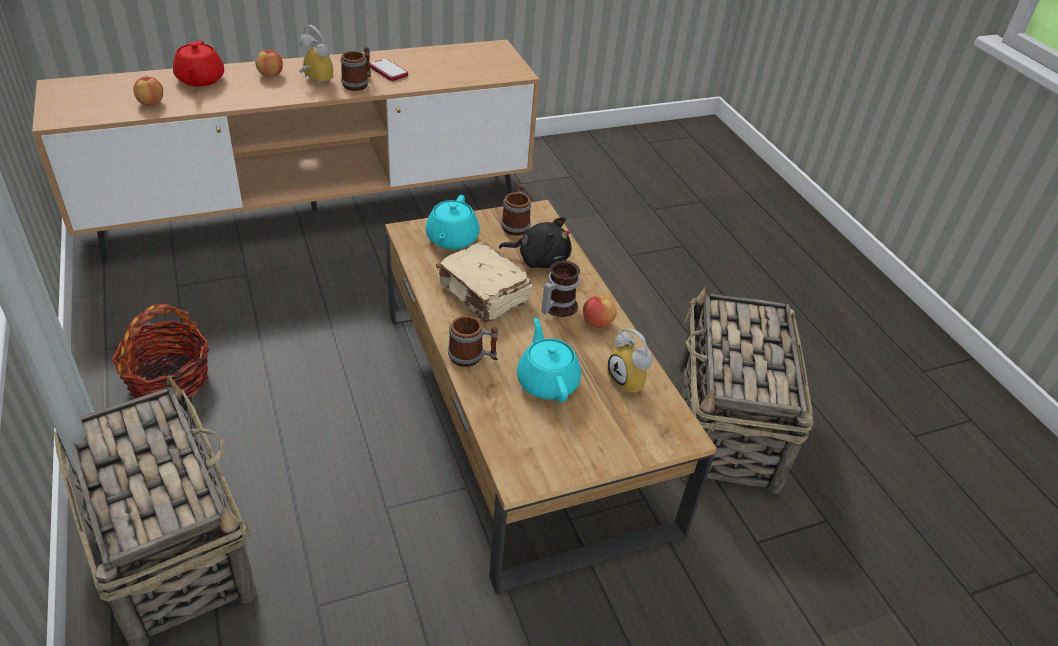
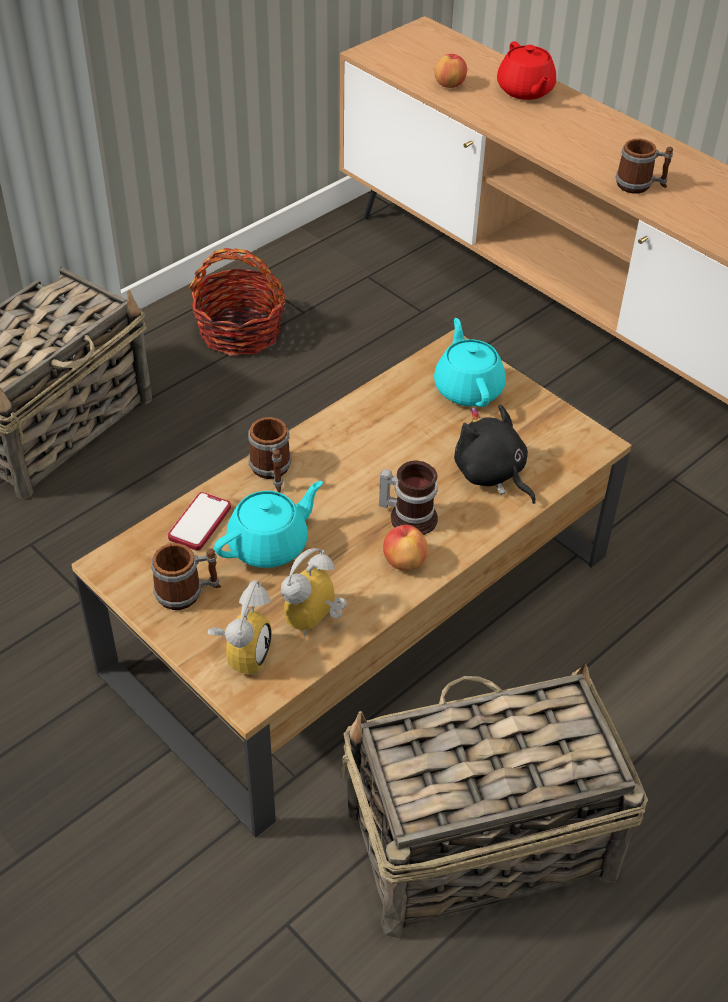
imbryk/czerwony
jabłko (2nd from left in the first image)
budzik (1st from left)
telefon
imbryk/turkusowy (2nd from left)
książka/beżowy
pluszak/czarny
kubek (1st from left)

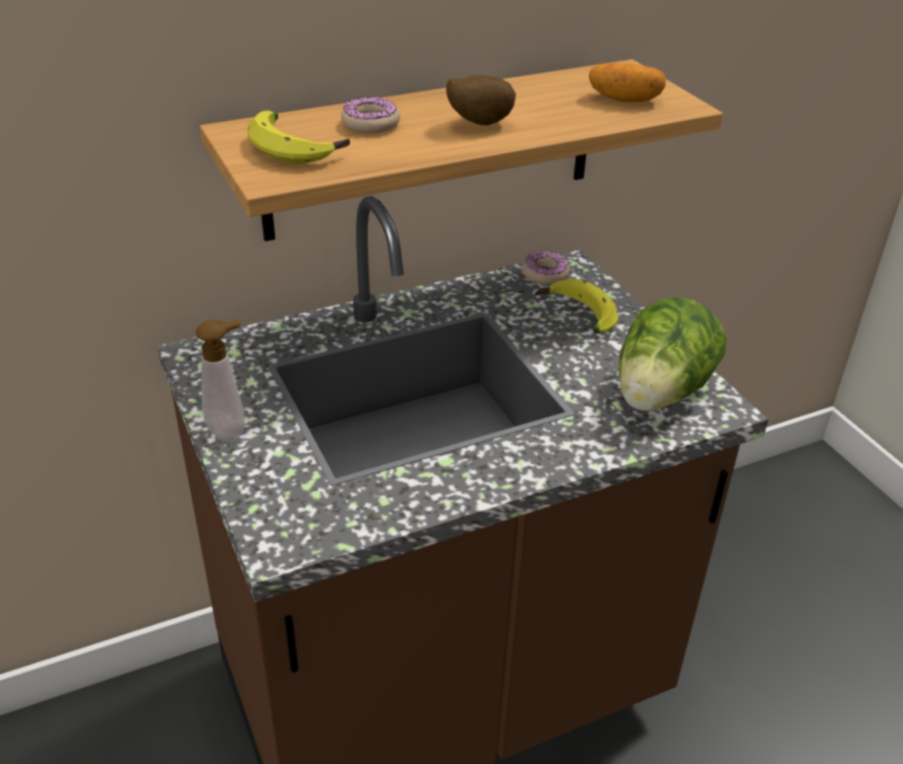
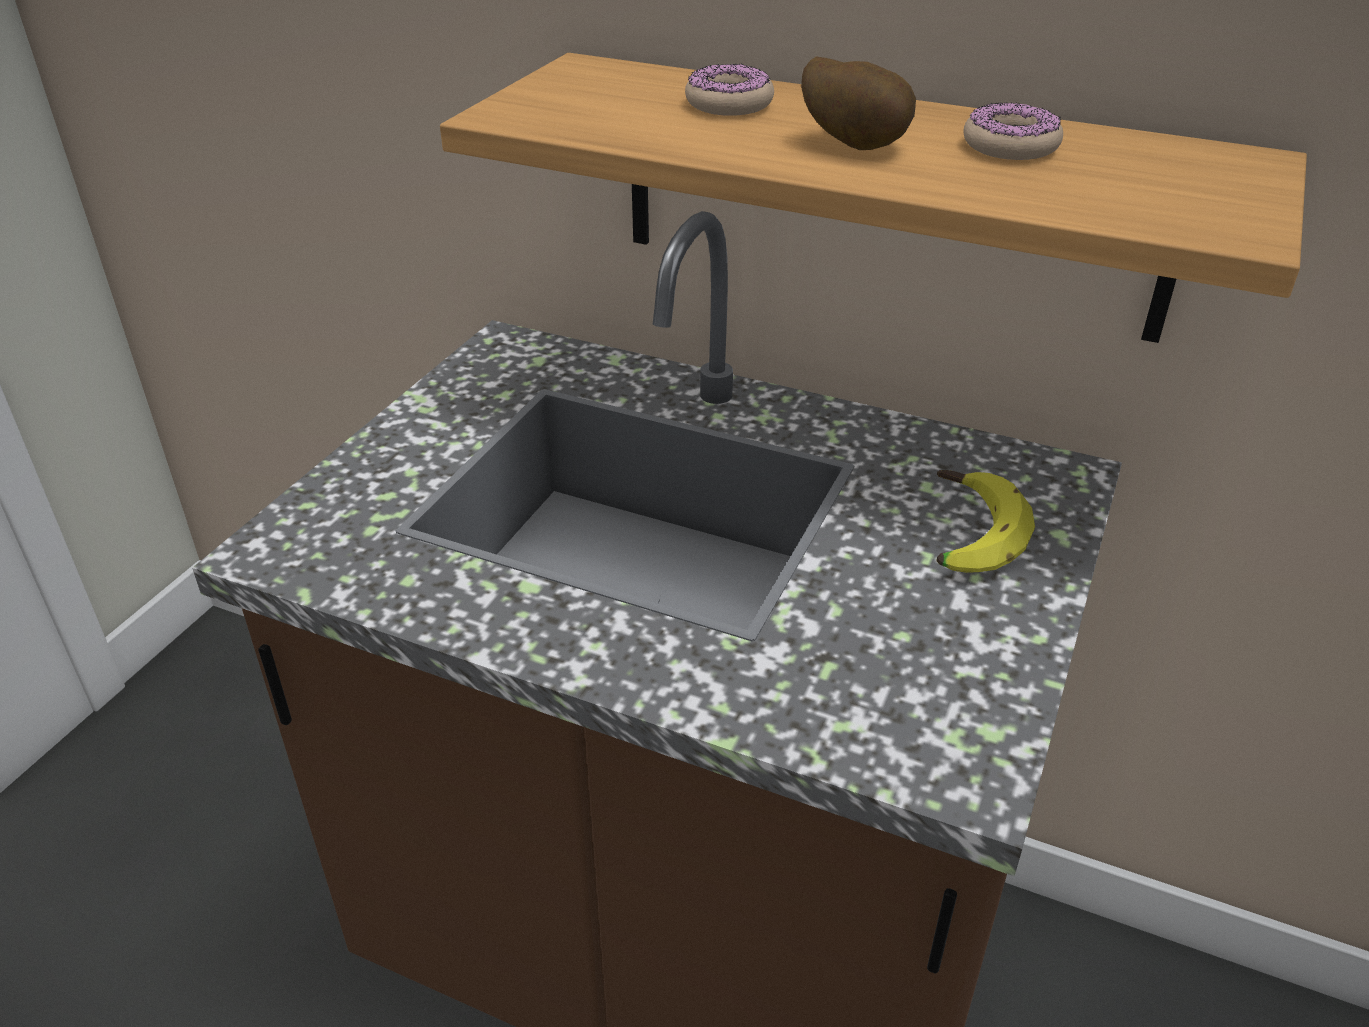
dozownik mydła
banan (1st from left in the first image)
donut (2nd from left)
ziemniak (2nd from left in the first image)
sałata

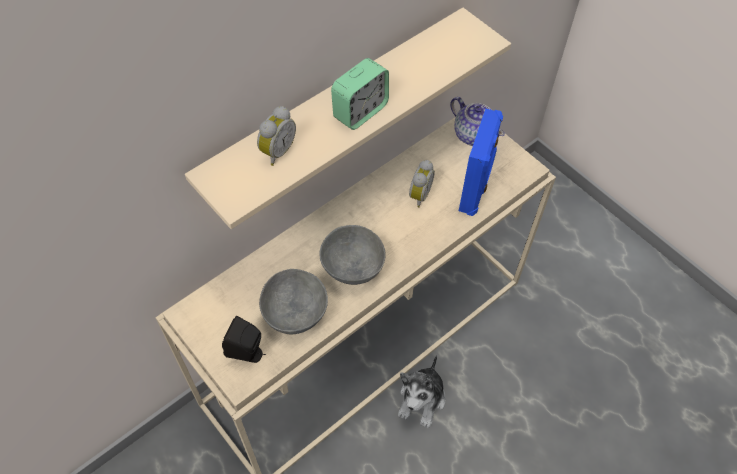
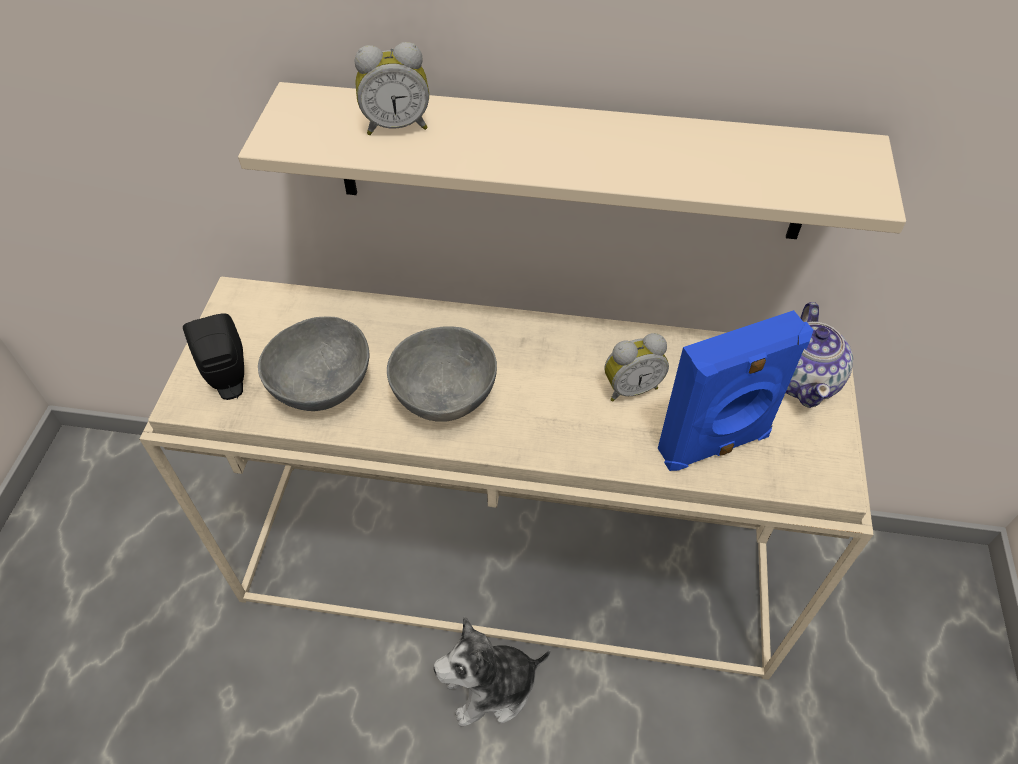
budzik (2nd from left in the first image)

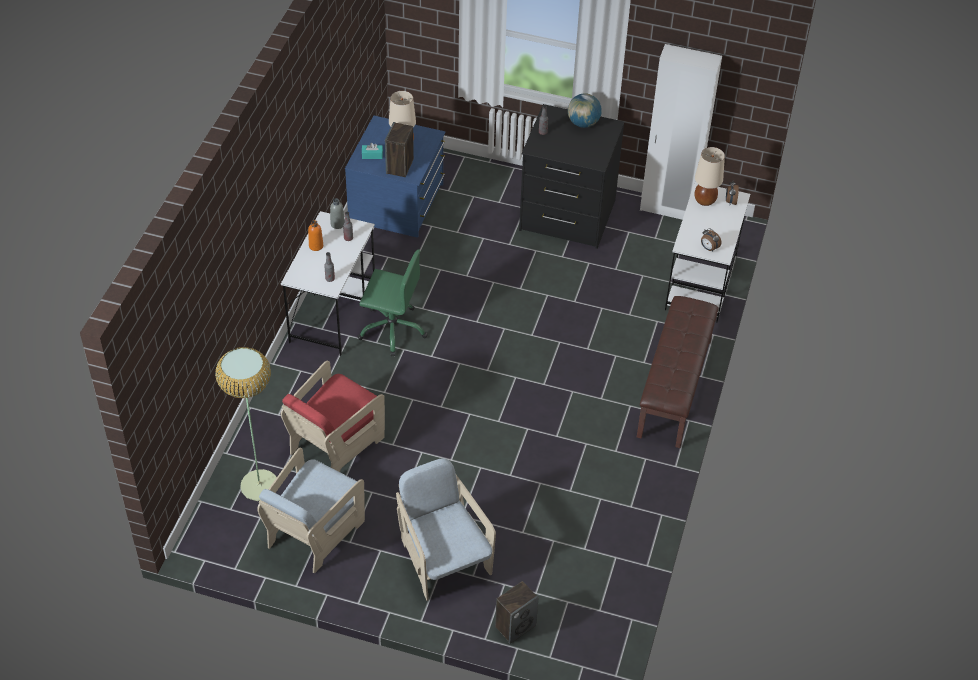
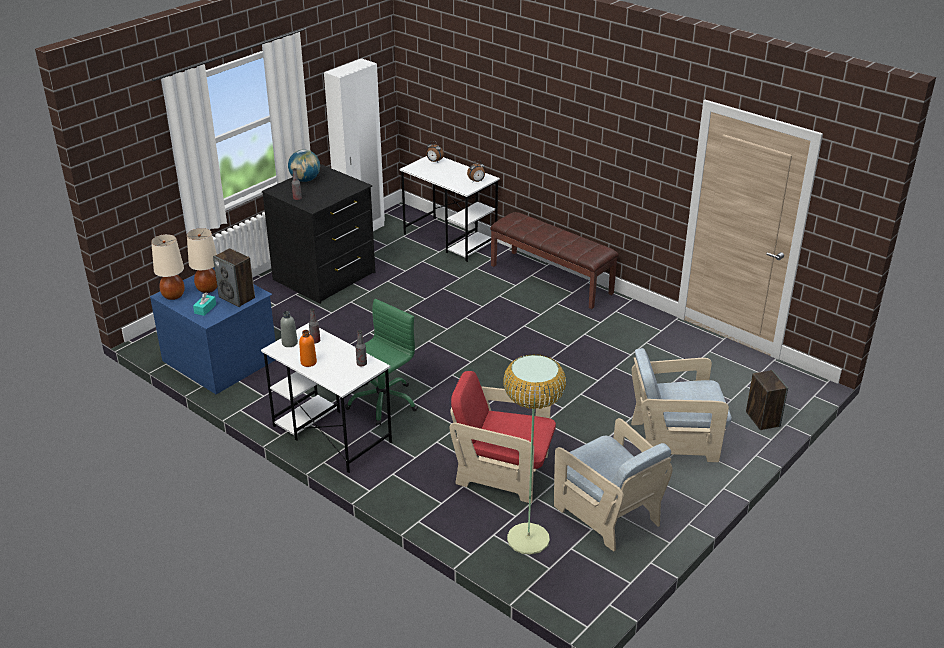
fotel/czerwony
lampa stołowa/beżowy (1st from left)

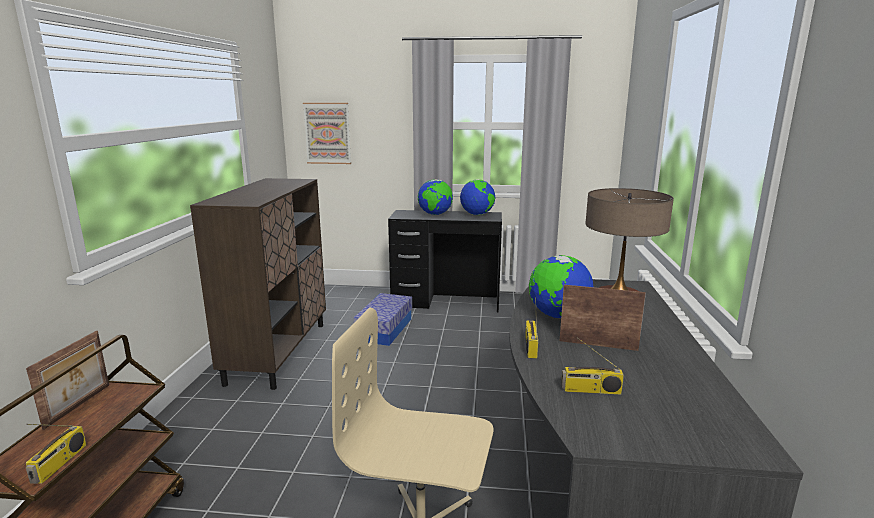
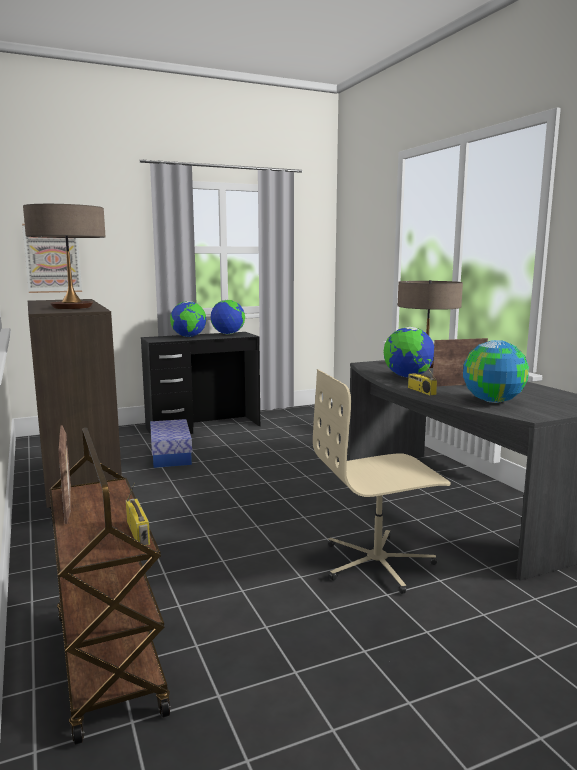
globus (4th from left)
lampa stołowa (1st from left)

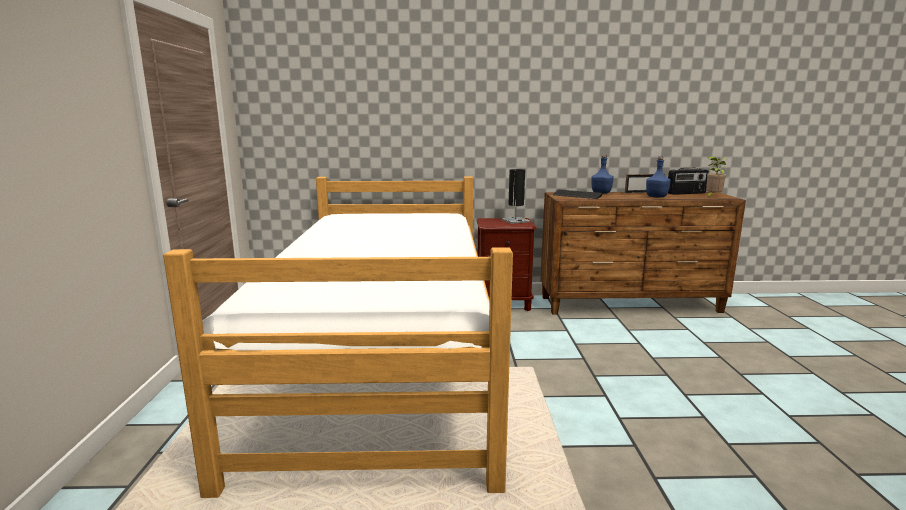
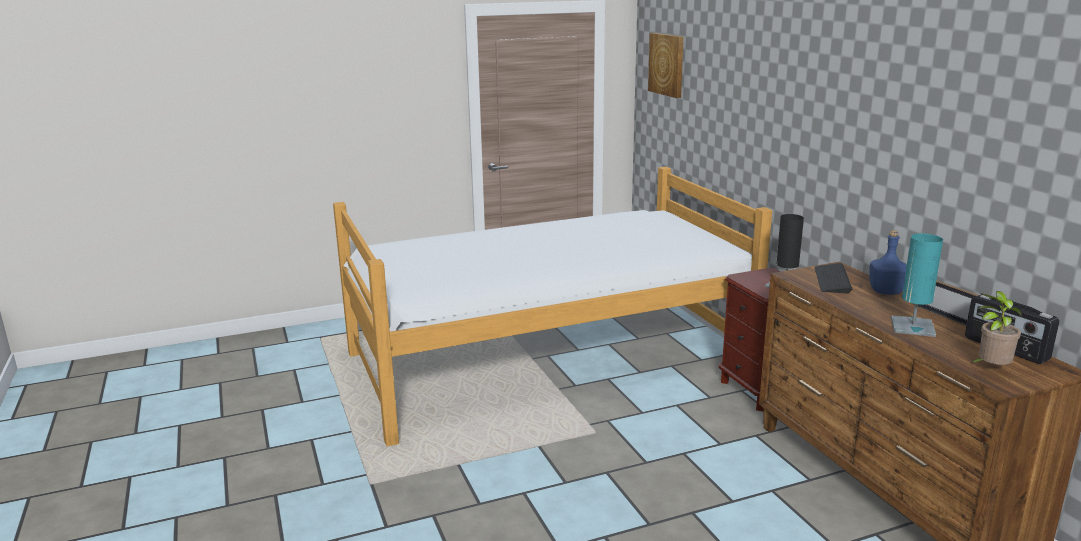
lampa stołowa/turkusowy
obraz

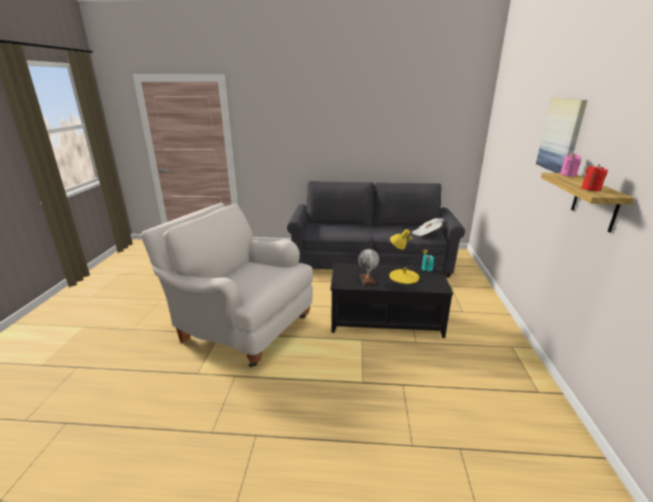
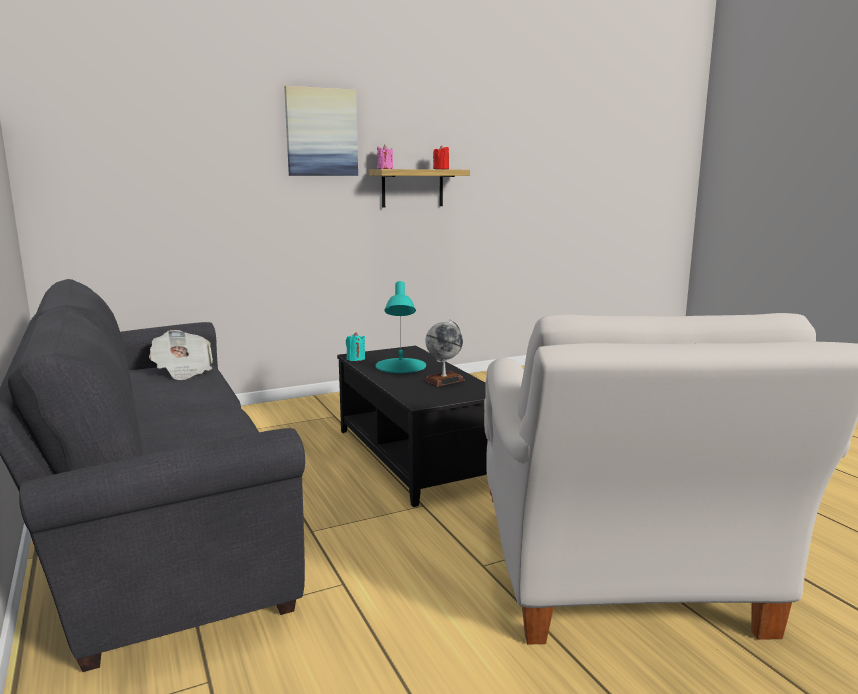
lampa stołowa/turkusowy

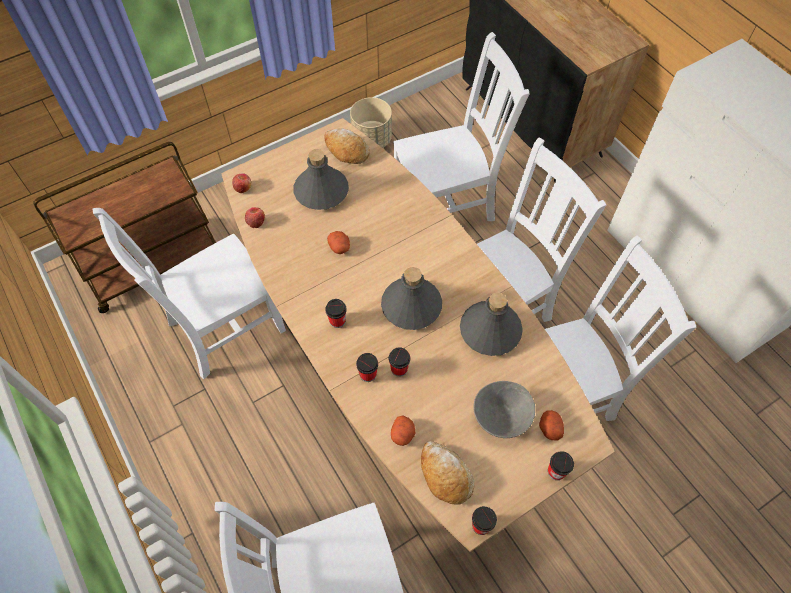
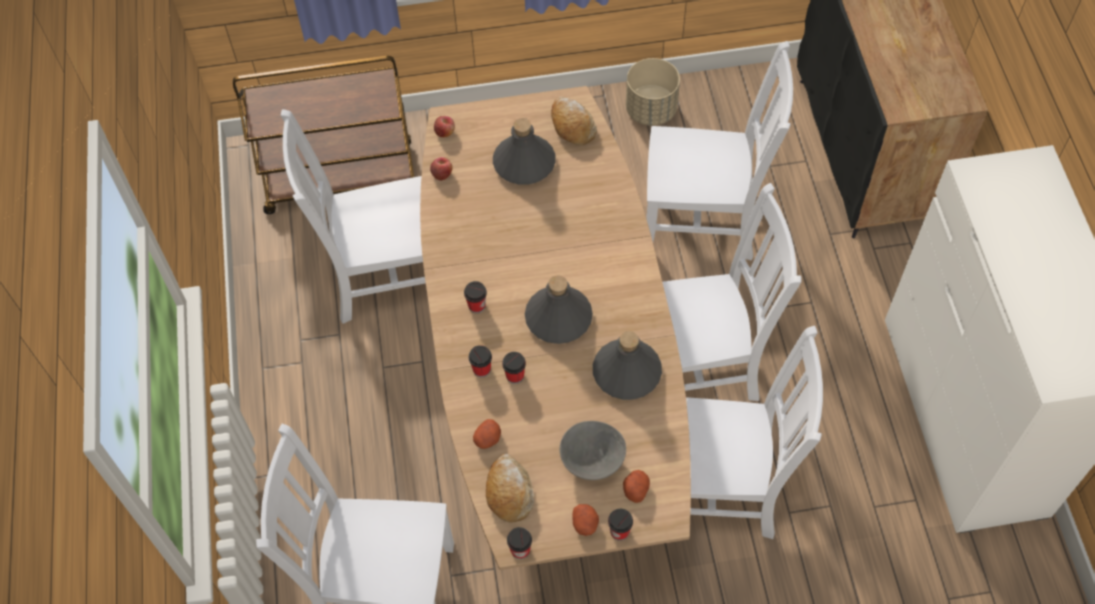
ziemniak (2nd from left)

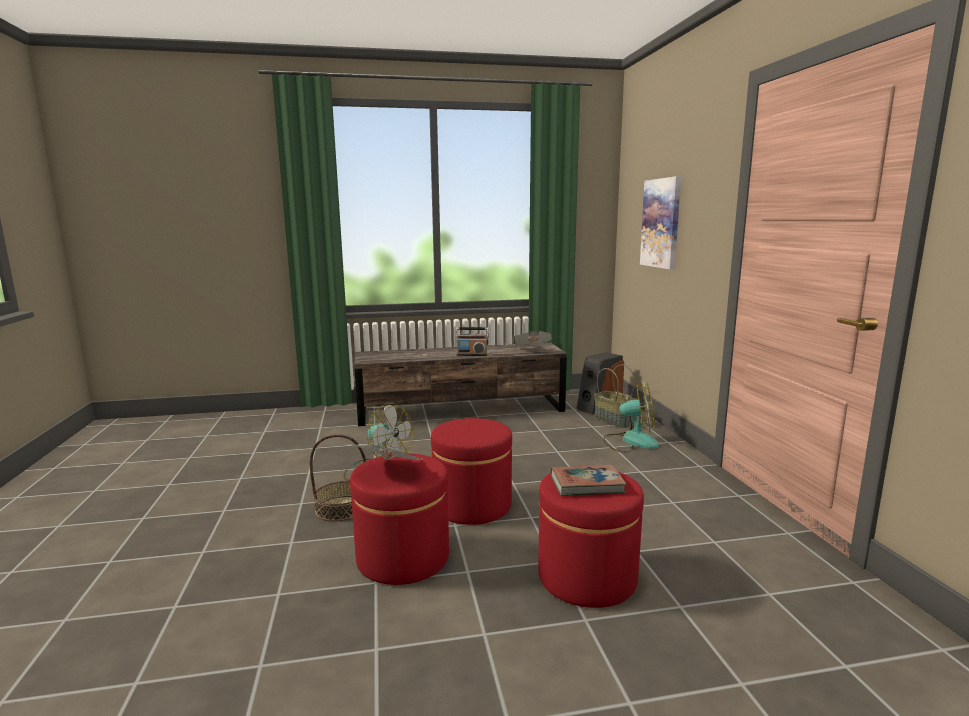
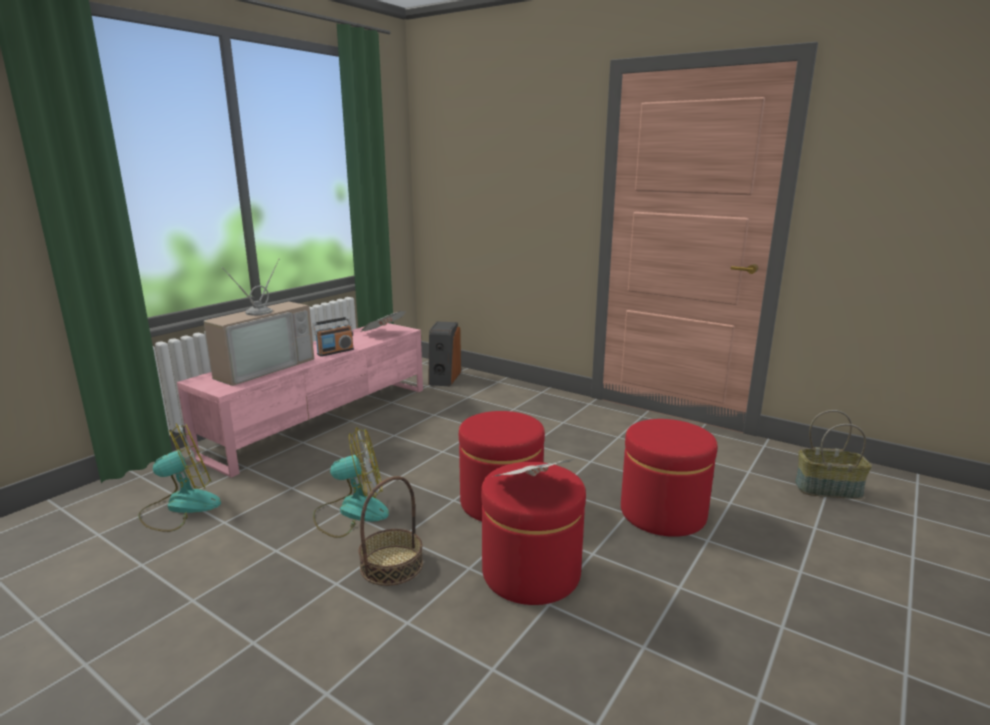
szafka pod telewizor/różowy
książka
koszyk (2nd from left)
wentylator (1st from left)
obraz
telewizor

